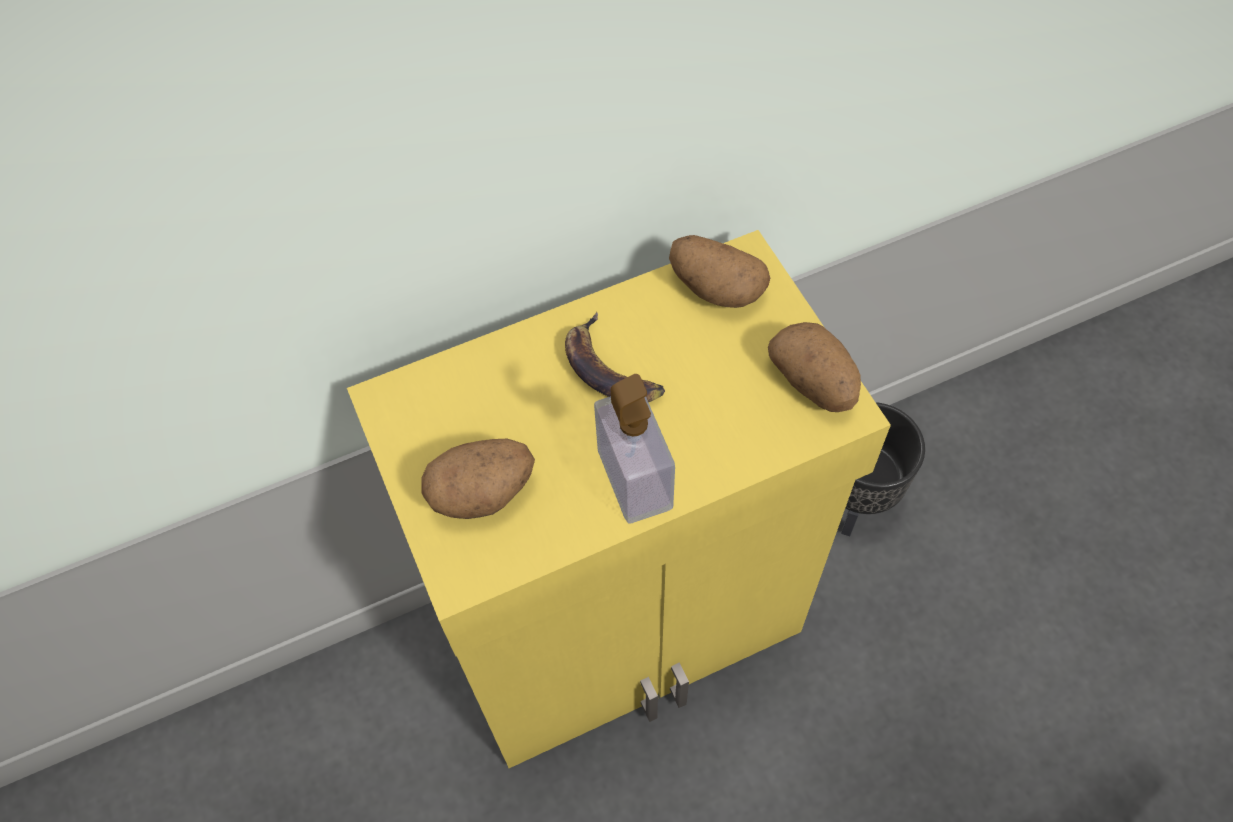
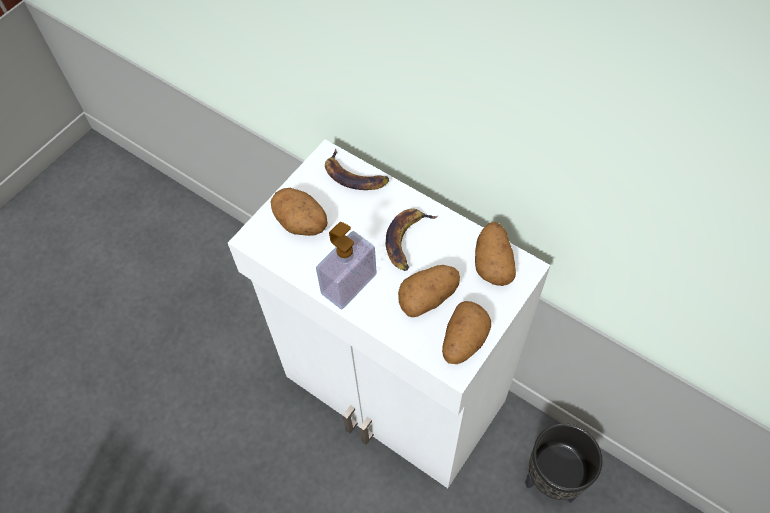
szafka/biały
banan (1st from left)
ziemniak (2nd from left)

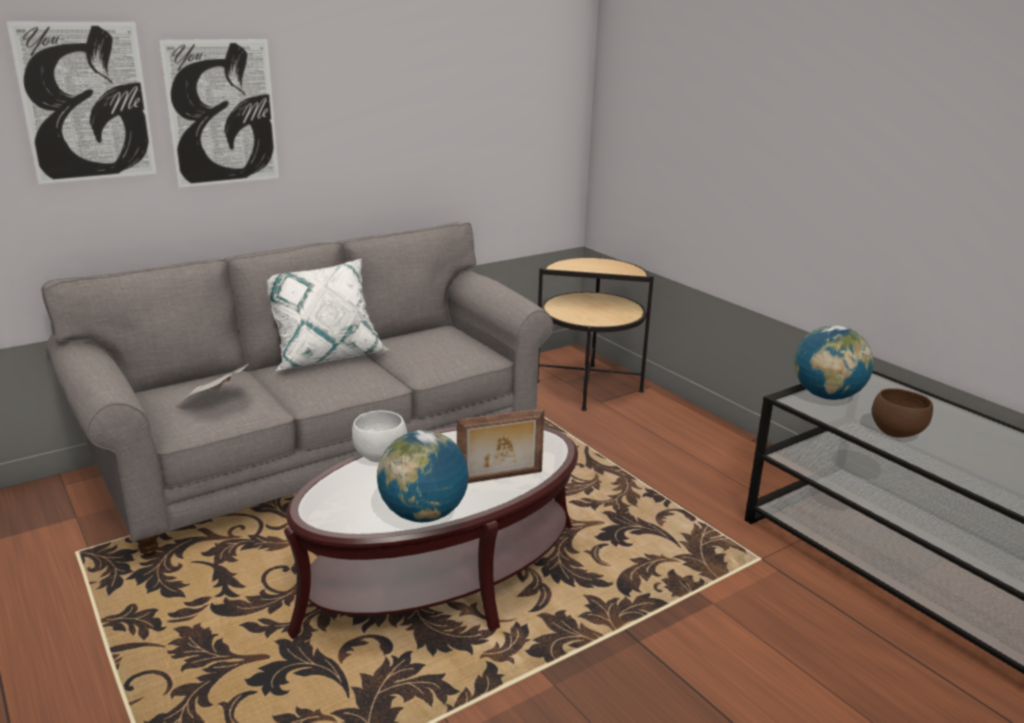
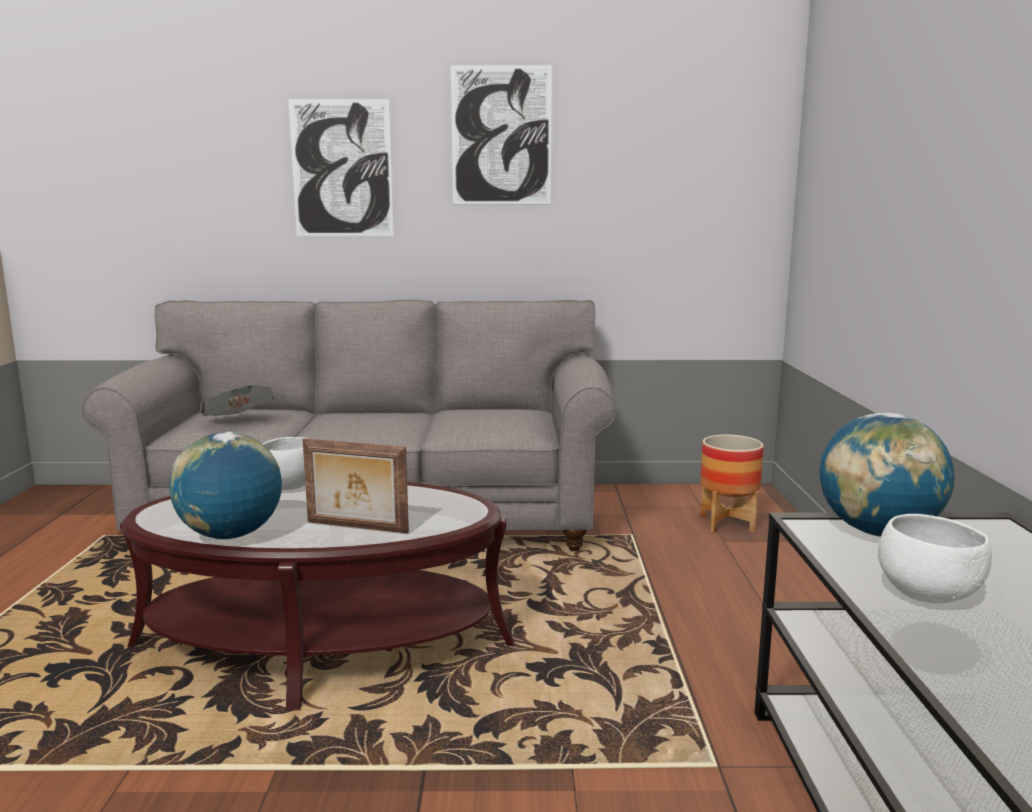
obraz (2nd from left)
poduszka/biały
donica
miska/biały (2nd from left)

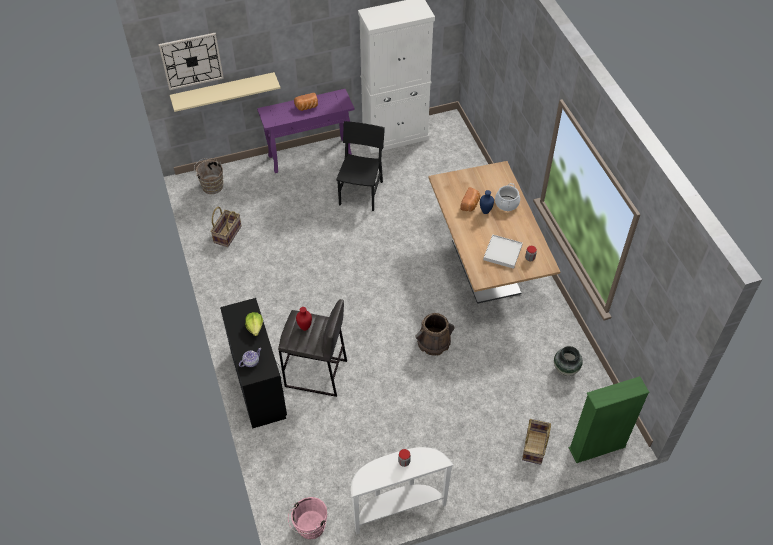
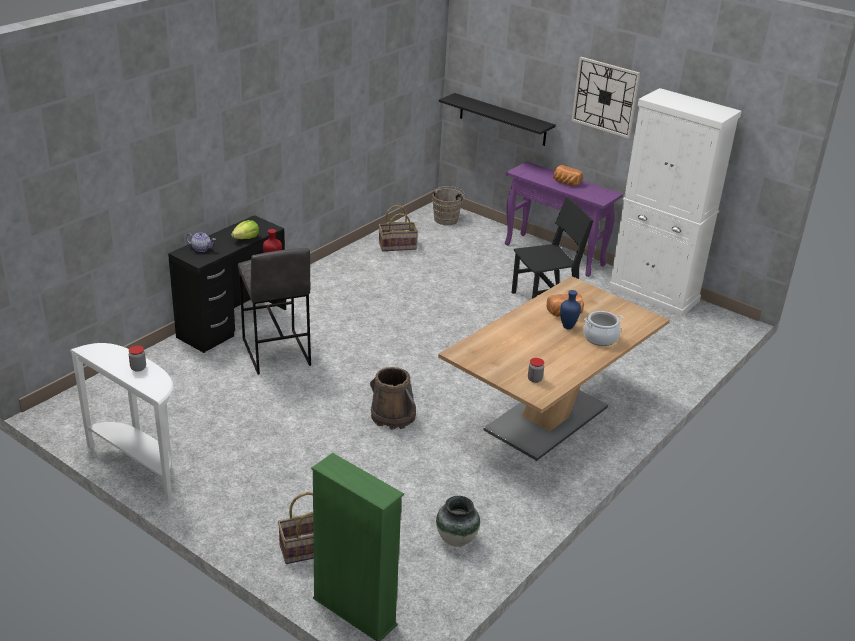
zegar ścienny
półka/czarny
wiadro/różowy
taca/biały

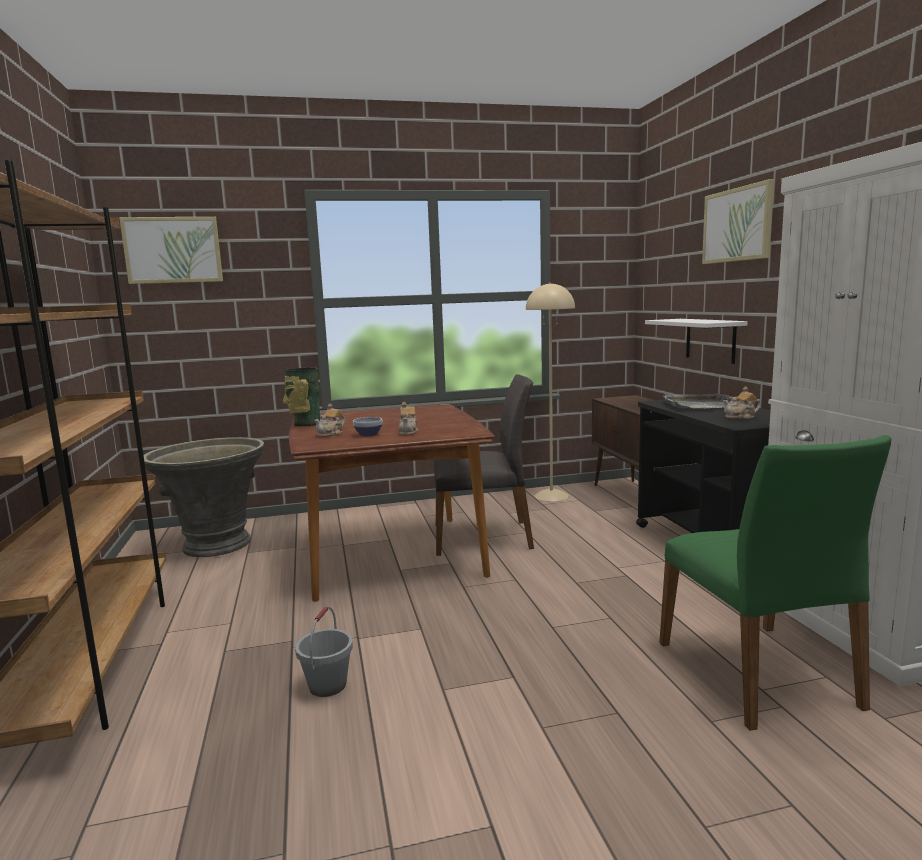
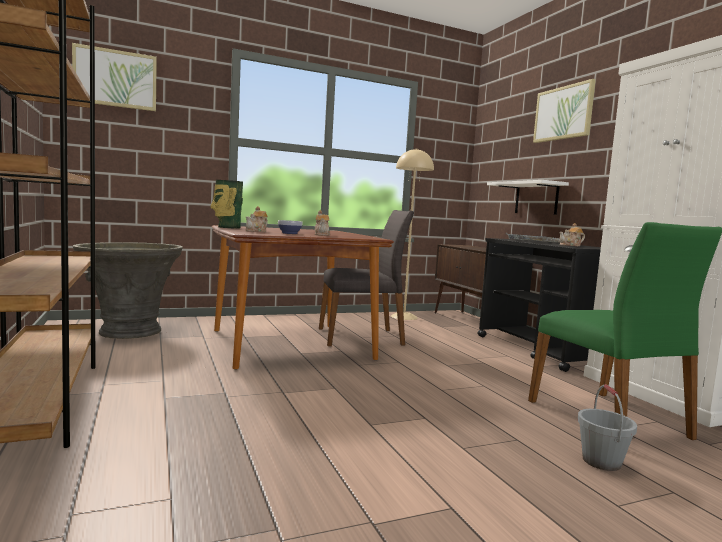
wiadro/szary

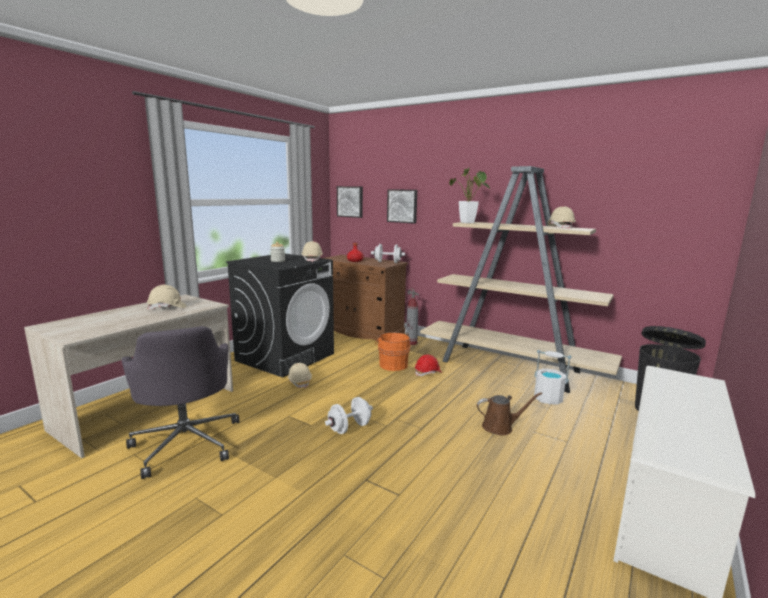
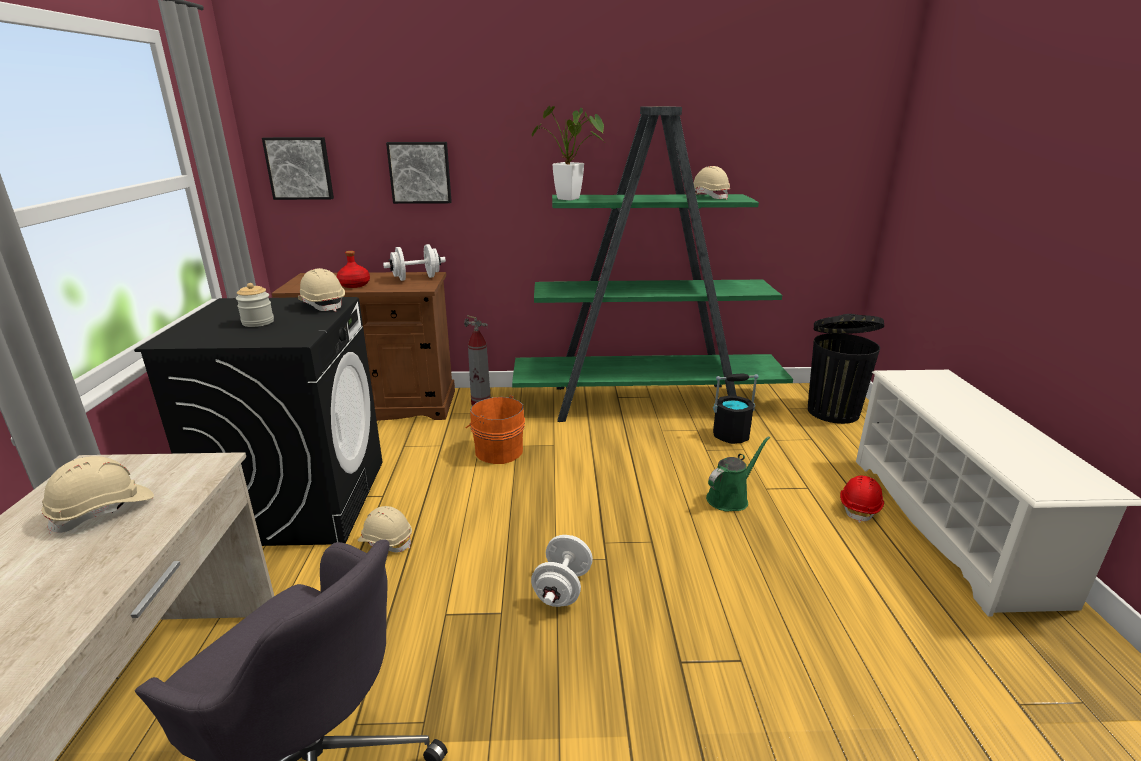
kask/czerwony
regał/zielony
konewka/zielony
wiadro/czarny

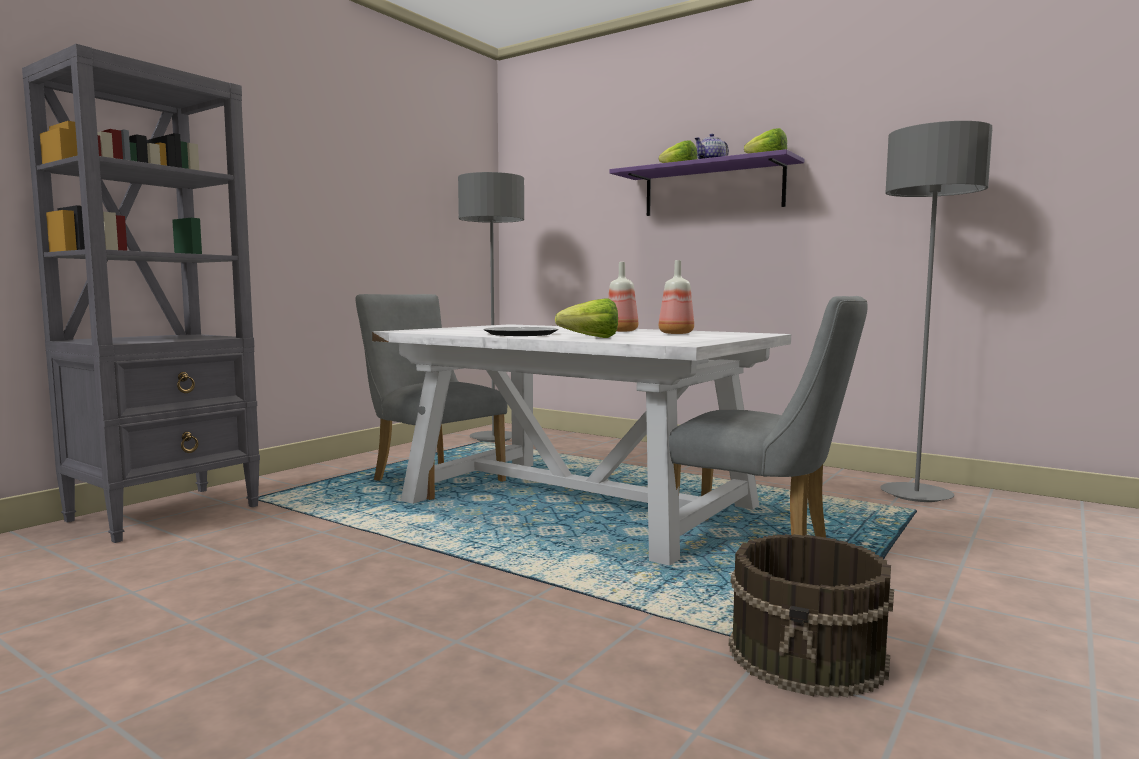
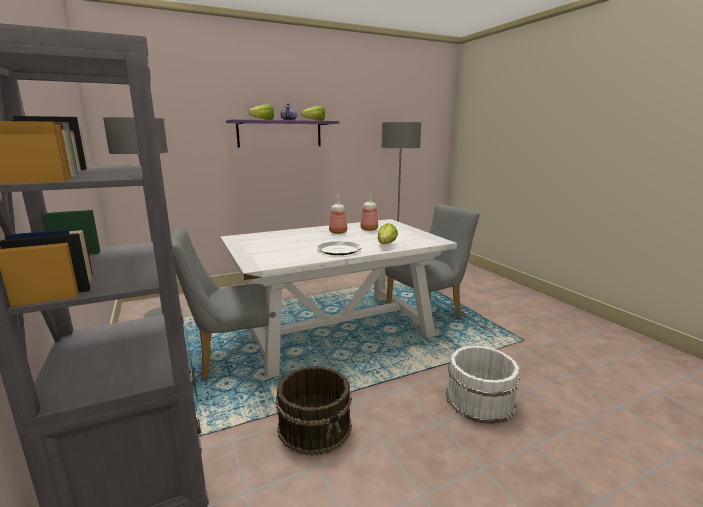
wiadro/brązowy
wiadro/biały

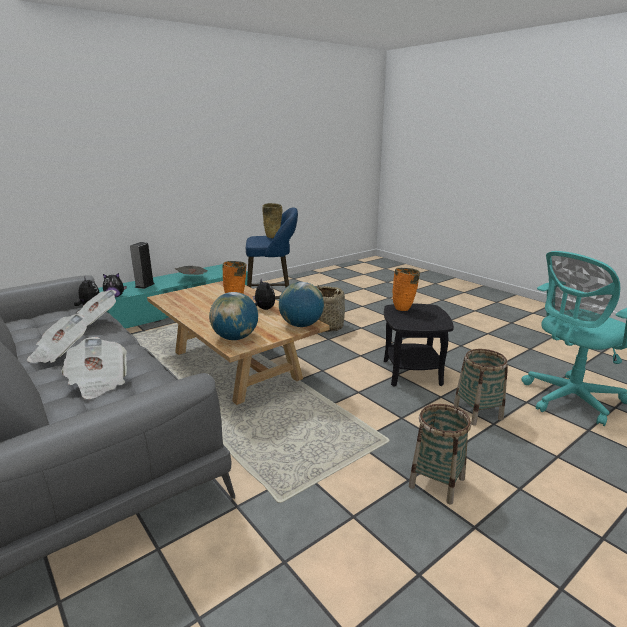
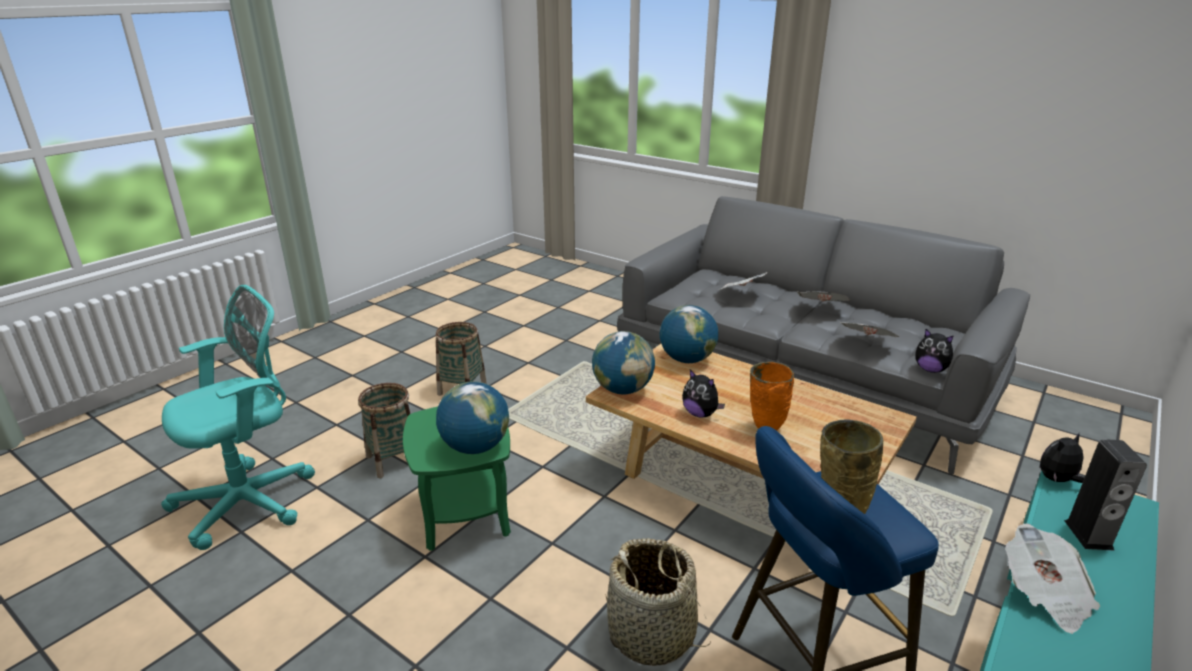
stolik/zielony
globus (1st from left)

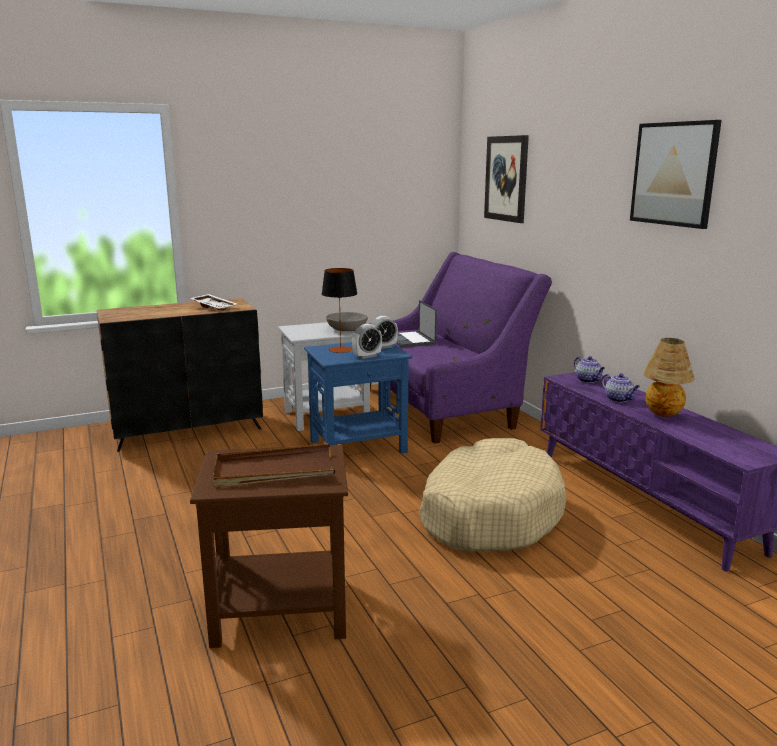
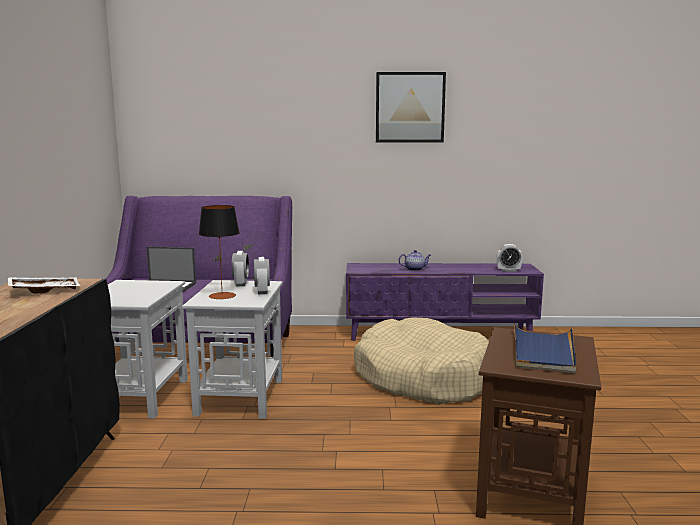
taca/niebieski
stolik/biały (2nd from left)
miska/szary
obraz (1st from left in the first image)
imbryk (1st from left in the first image)
lampa stołowa (2nd from left in the first image)
budzik (3rd from left)

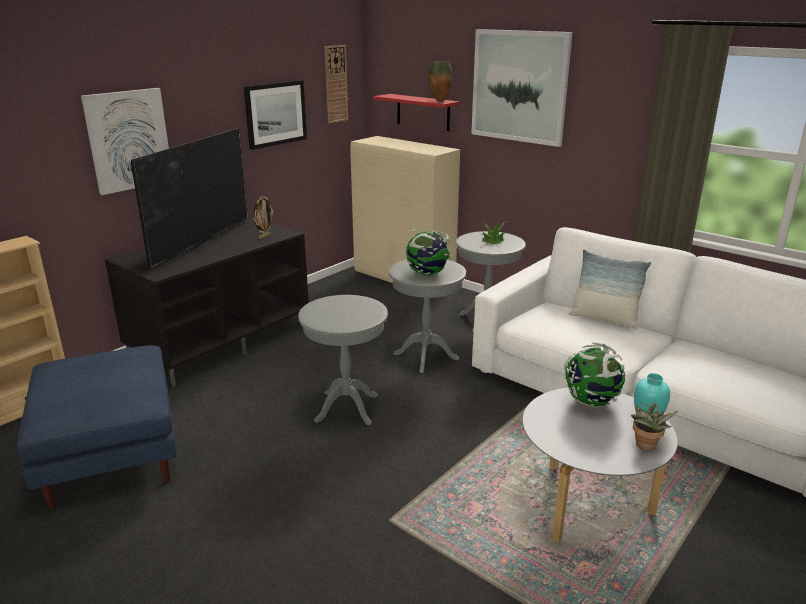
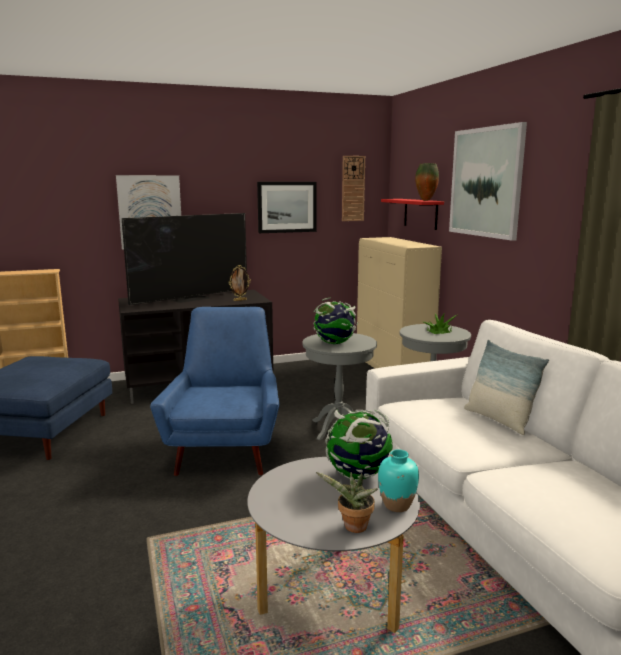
fotel/niebieski

